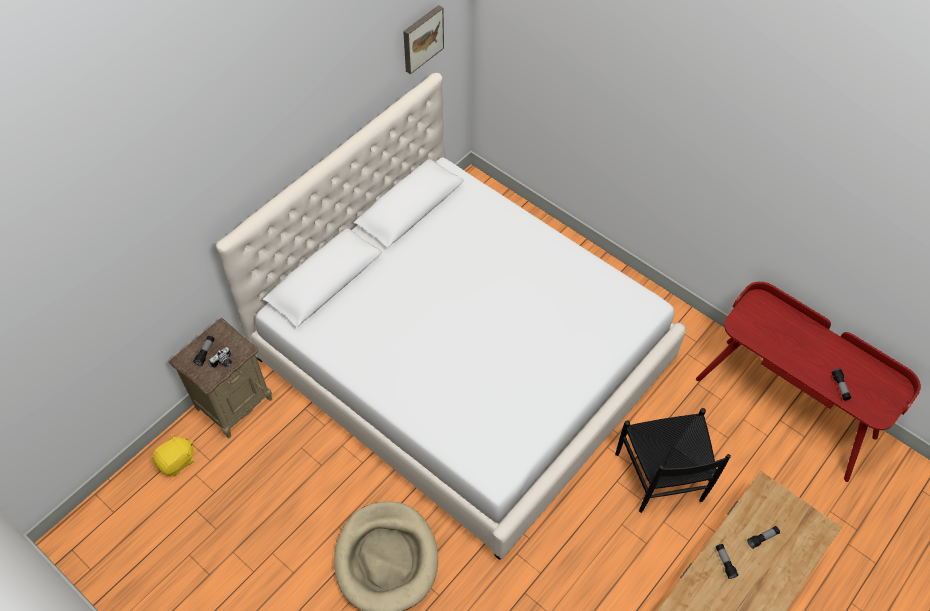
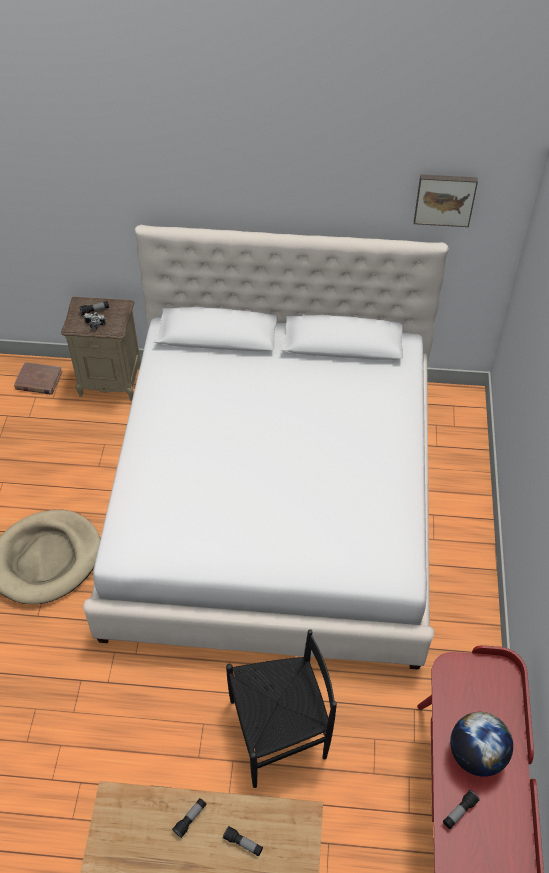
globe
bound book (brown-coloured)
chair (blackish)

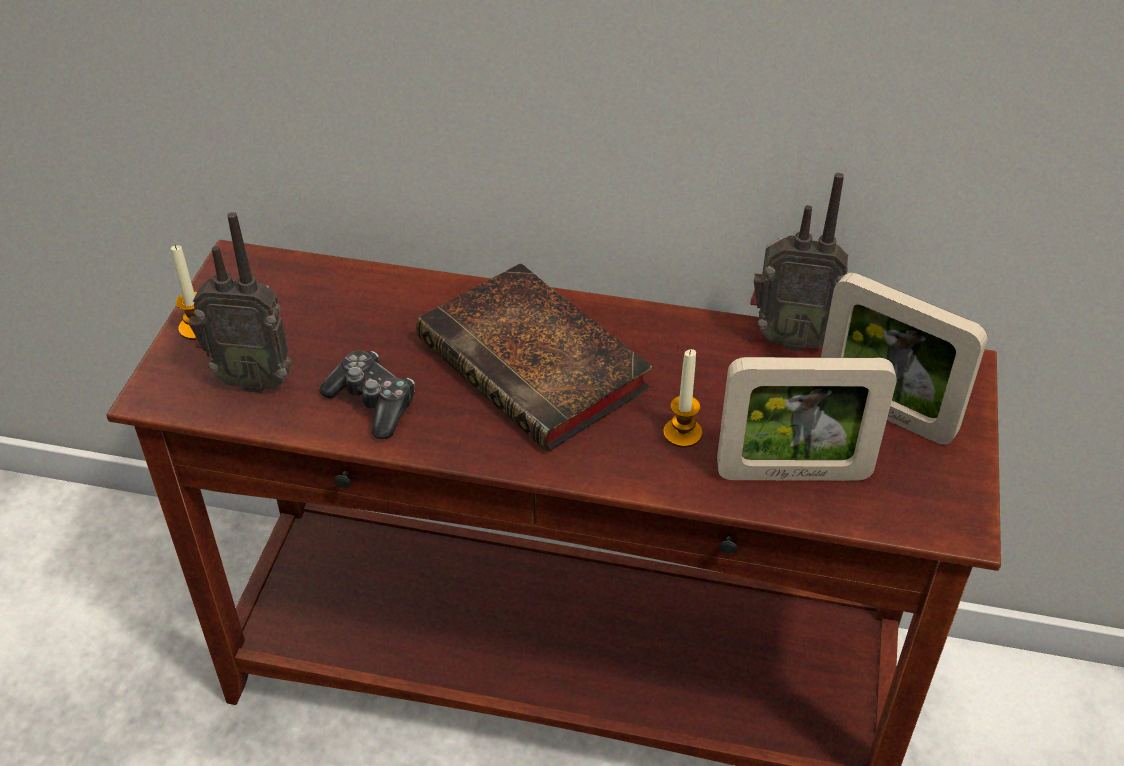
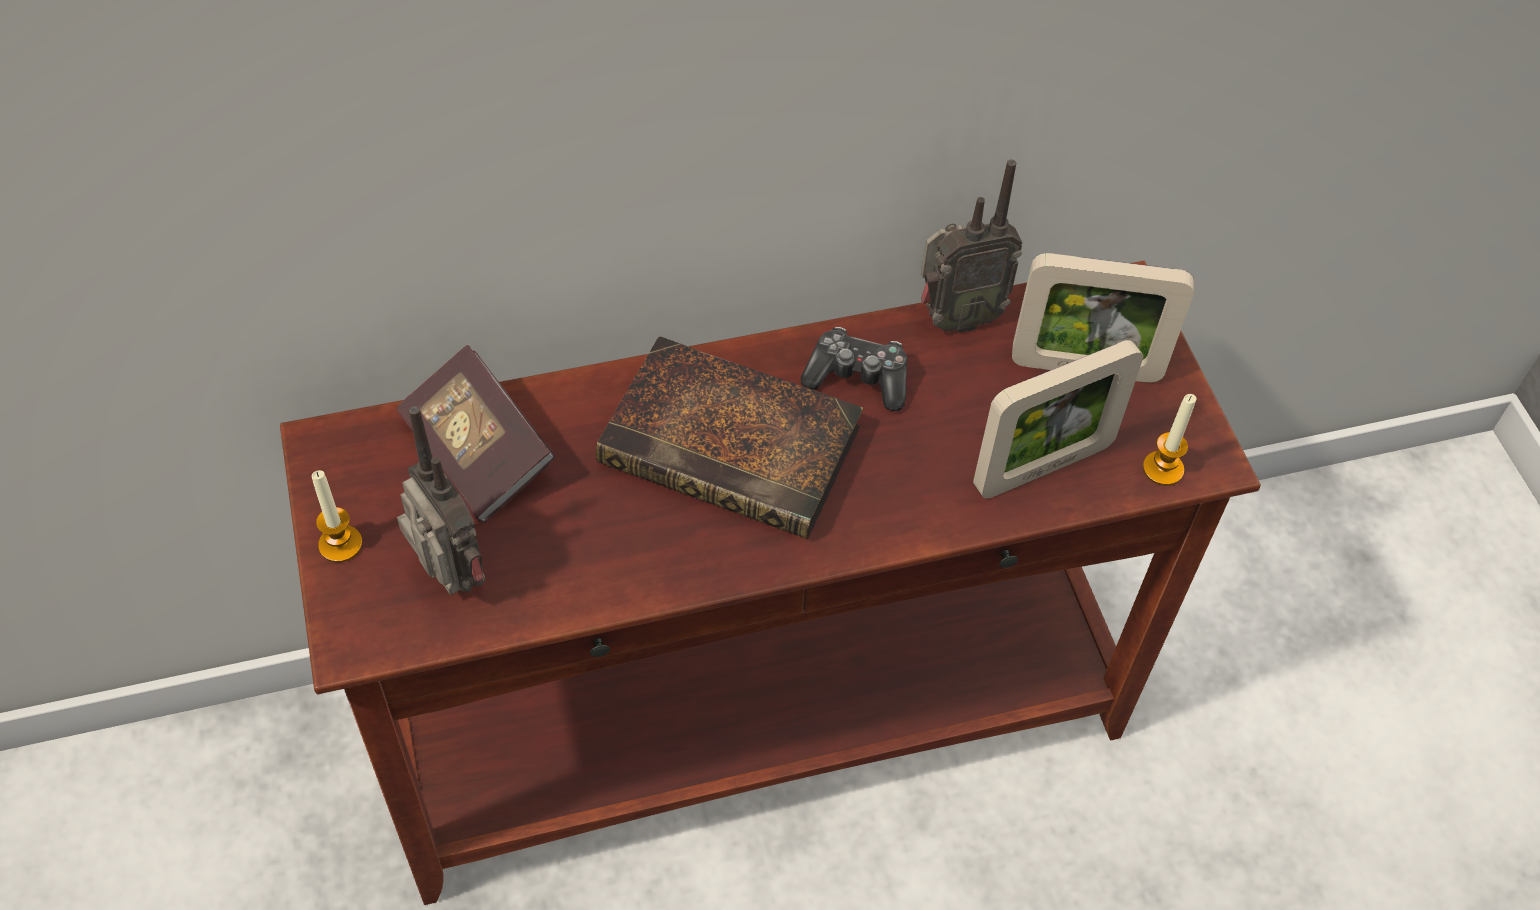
bound book (no. 1 from left)
gamepad
wax candle (no. 2 from left)
radio (no. 1 from left)

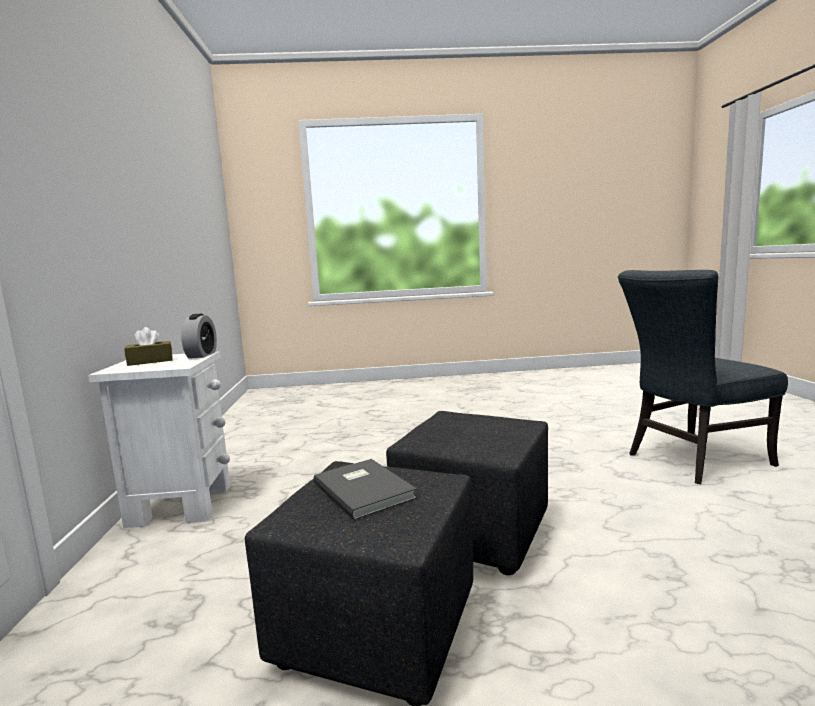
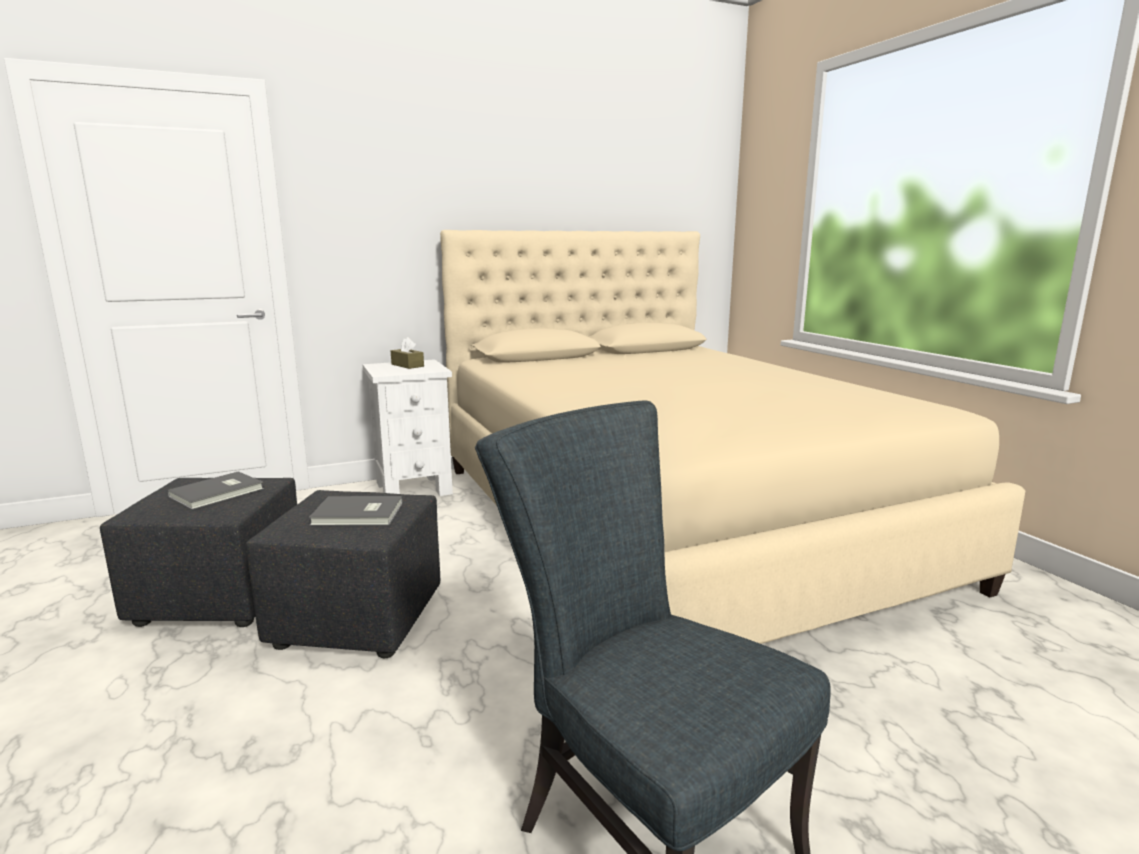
bedside clock
bound book (gray) (no. 2 from left)
bed (beige-coloured)

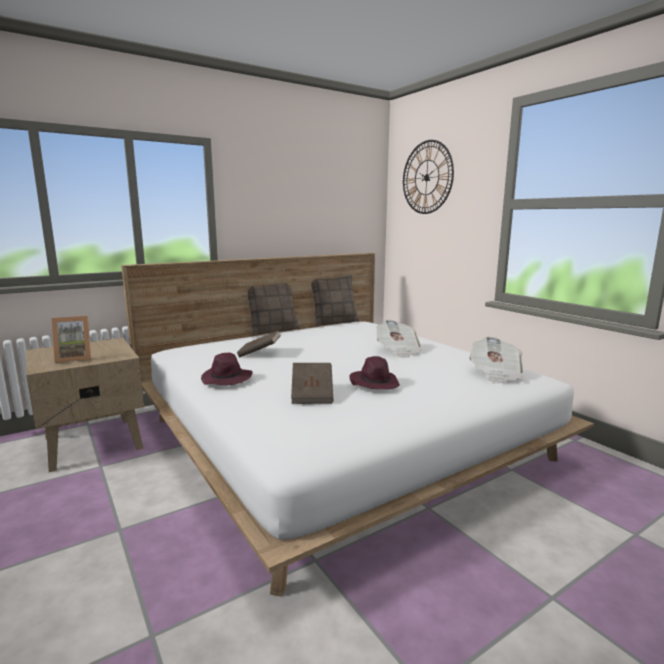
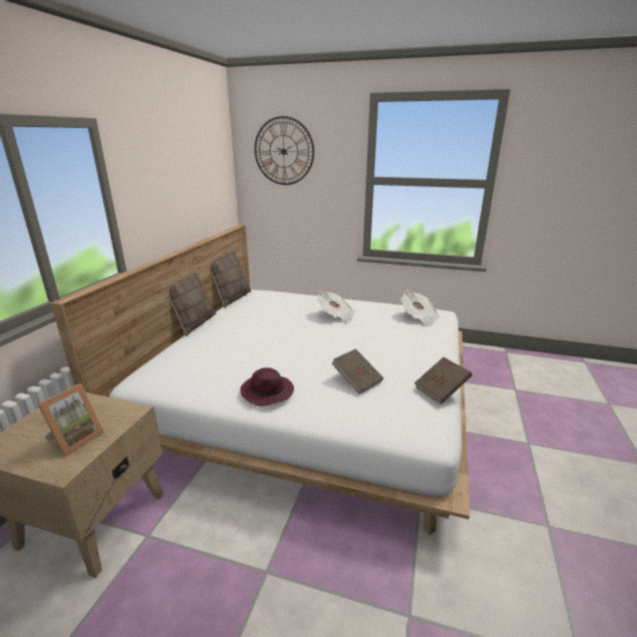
hat (purplish) (no. 2 from left in the first image)
bound book (brown-coloured) (no. 2 from left)

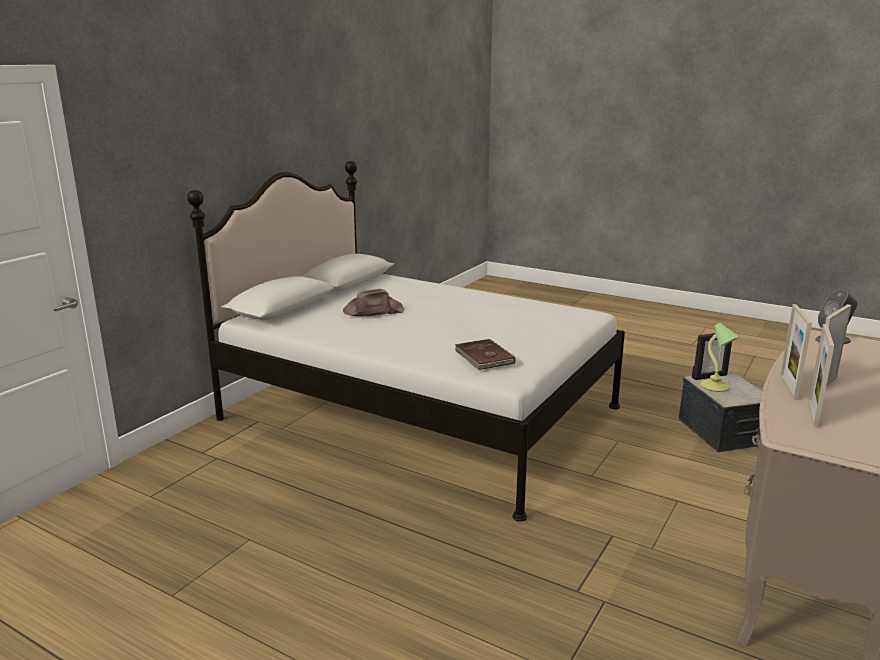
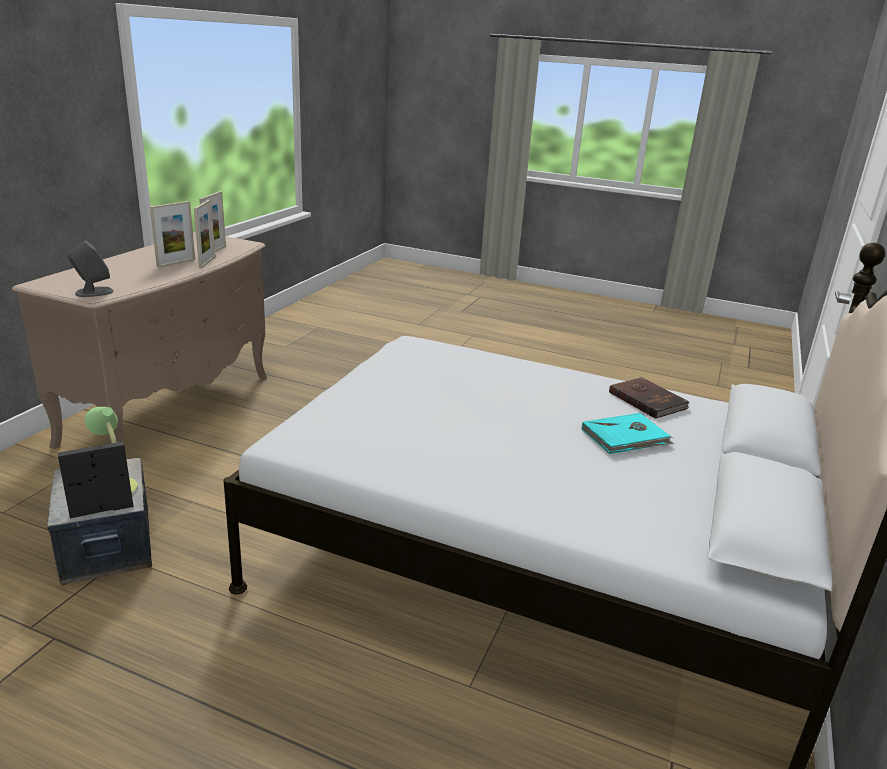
bound book (brown-coloured)
bound book (turquoise)

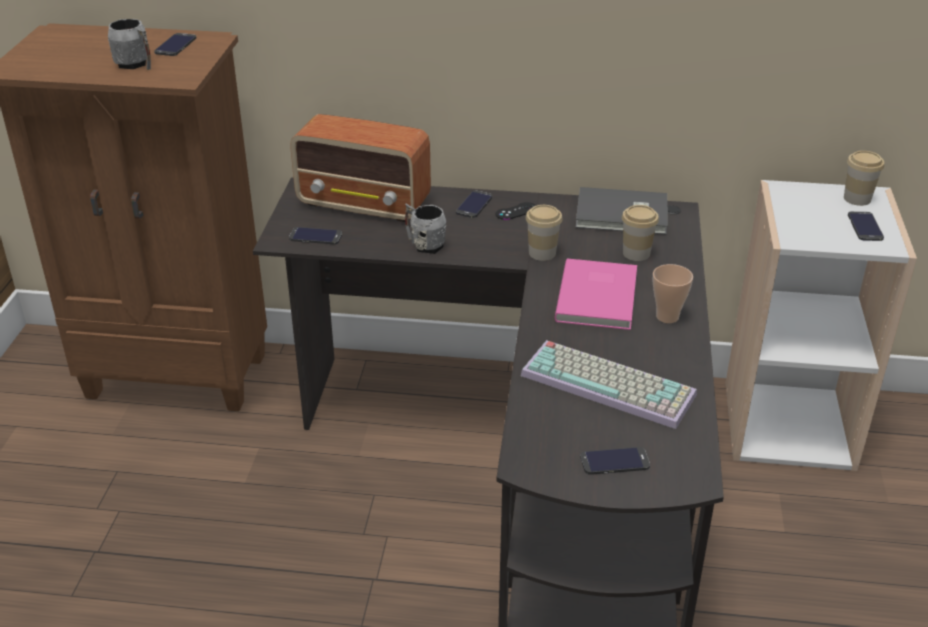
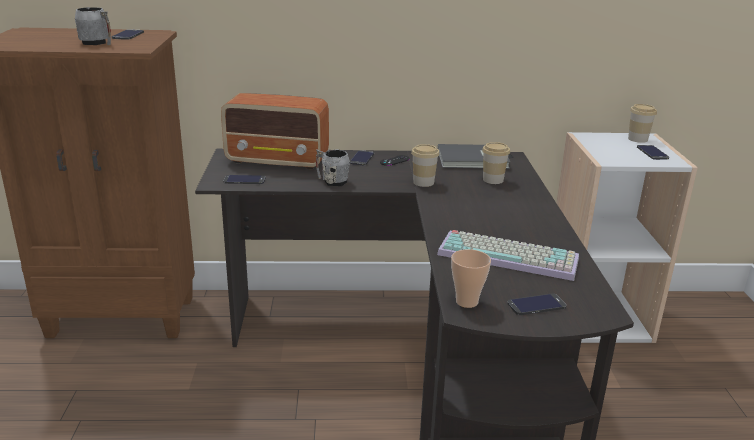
bound book (pinkish)
small cup (no. 2 from left)

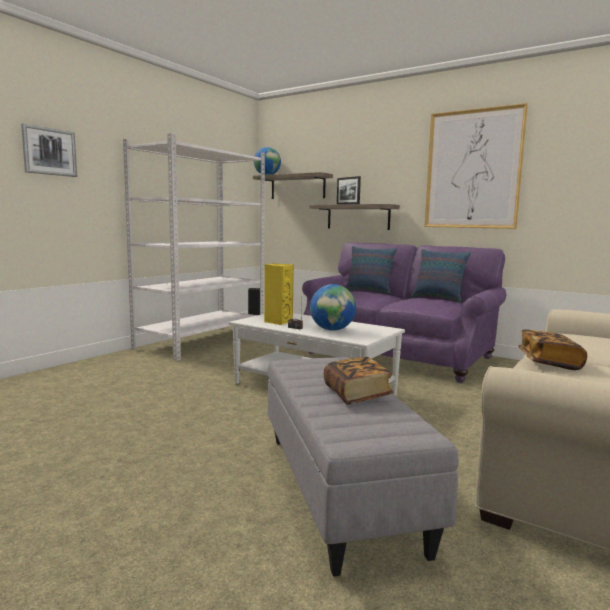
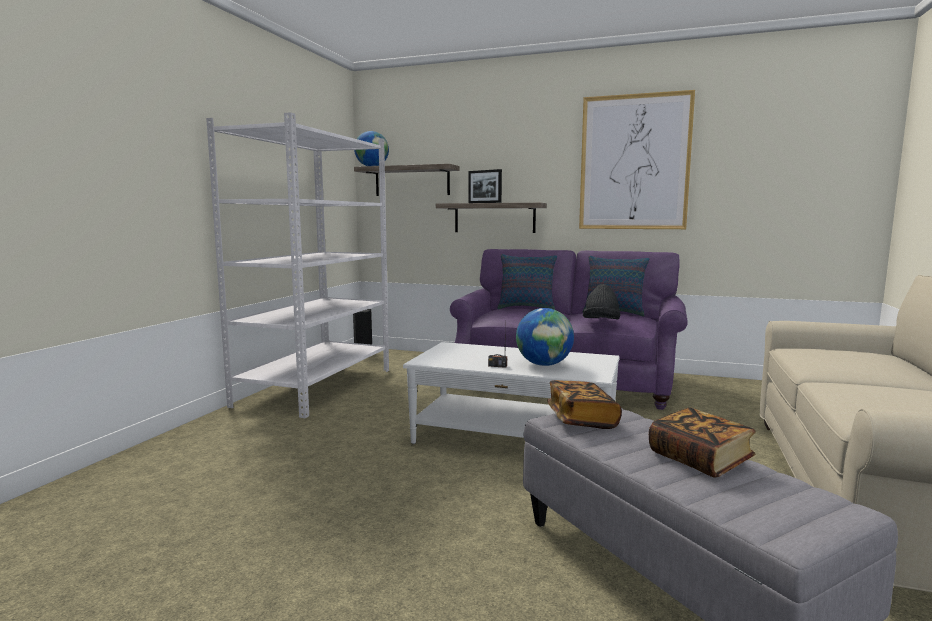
wall art (no. 1 from left in the first image)
loudspeaker (yellow-coloured)
hat (blackish)
bound book (no. 1 from left)

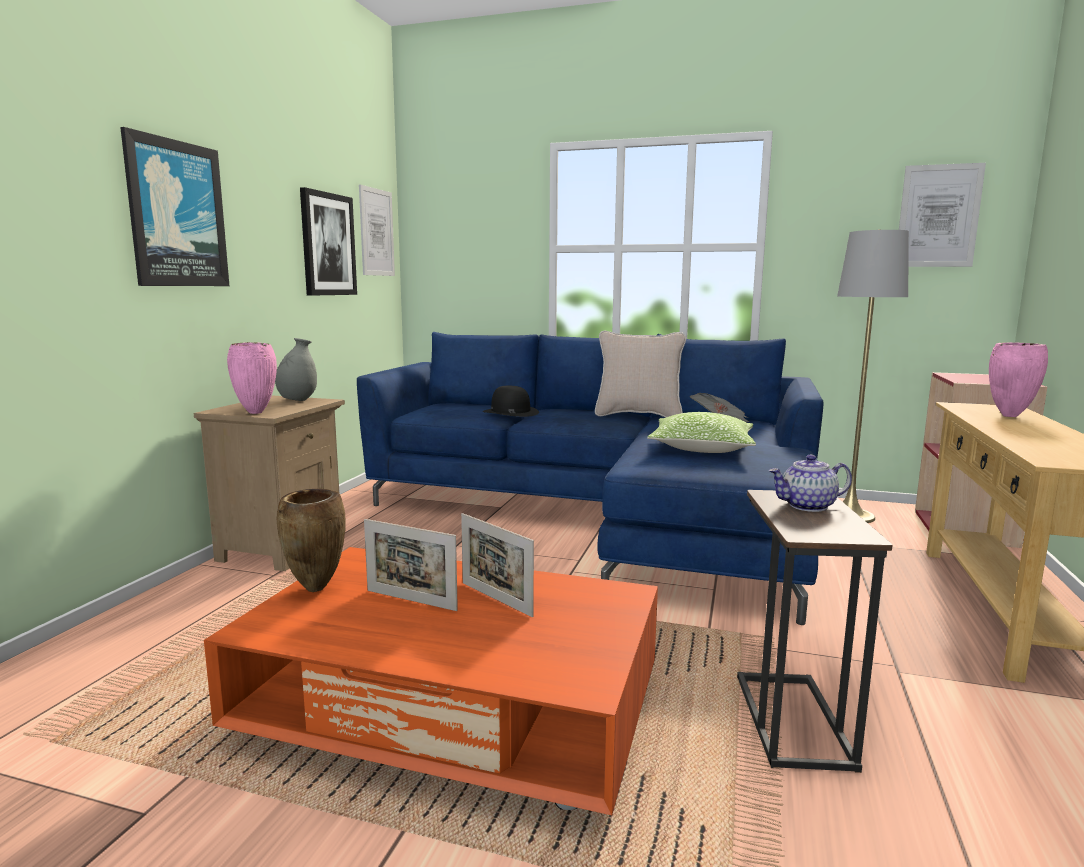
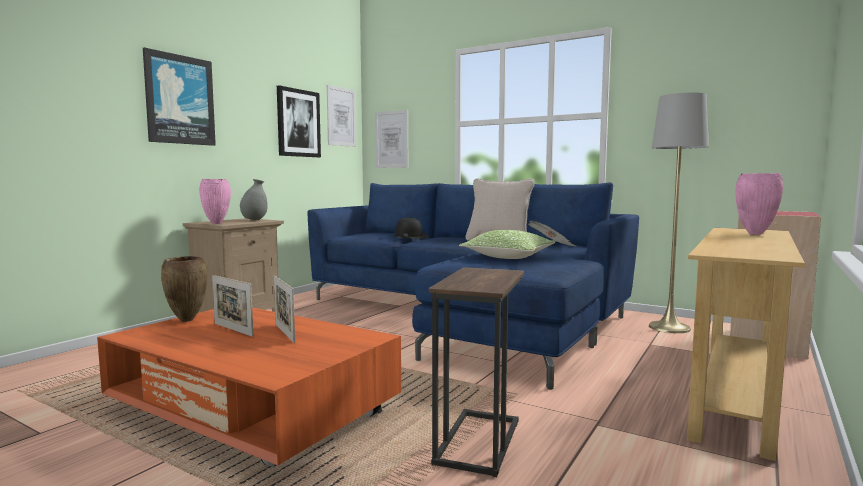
teapot
wall art (no. 4 from left)

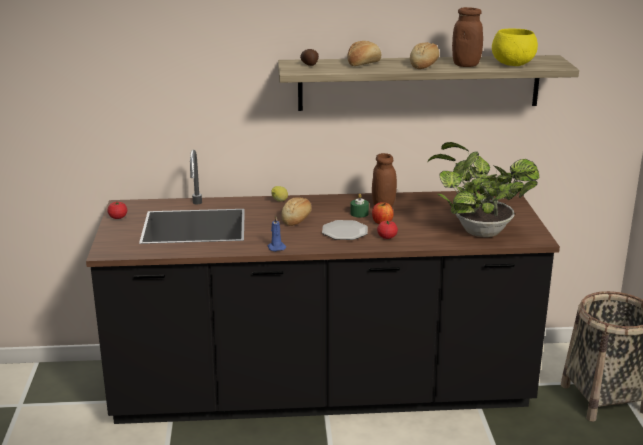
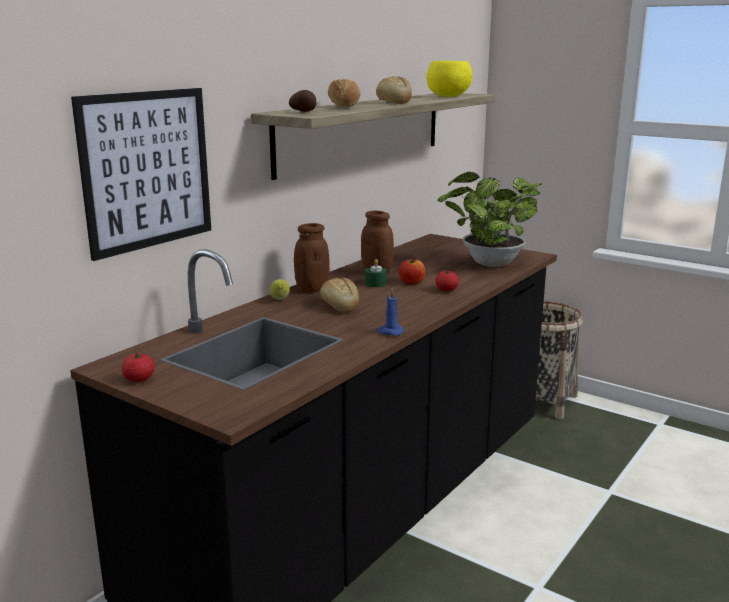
plate
wall art
jar (brown-coloured) (no. 1 from left)

